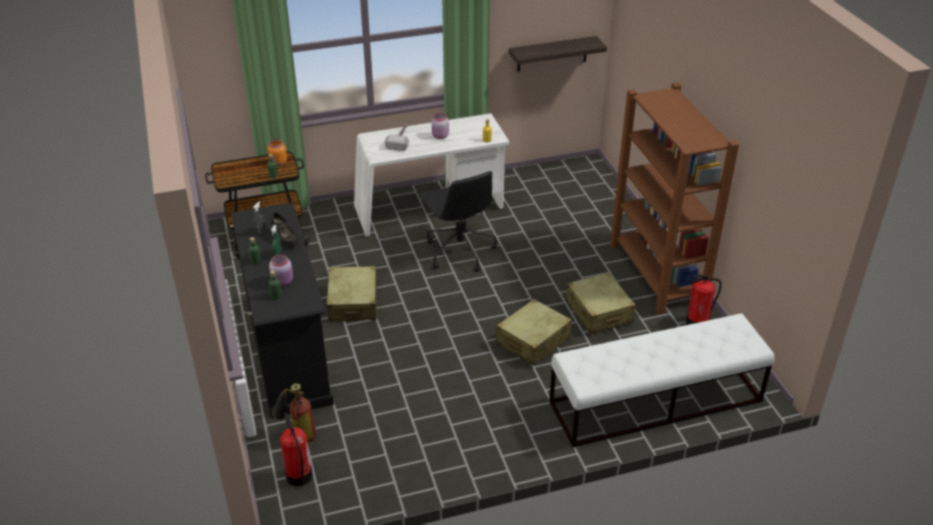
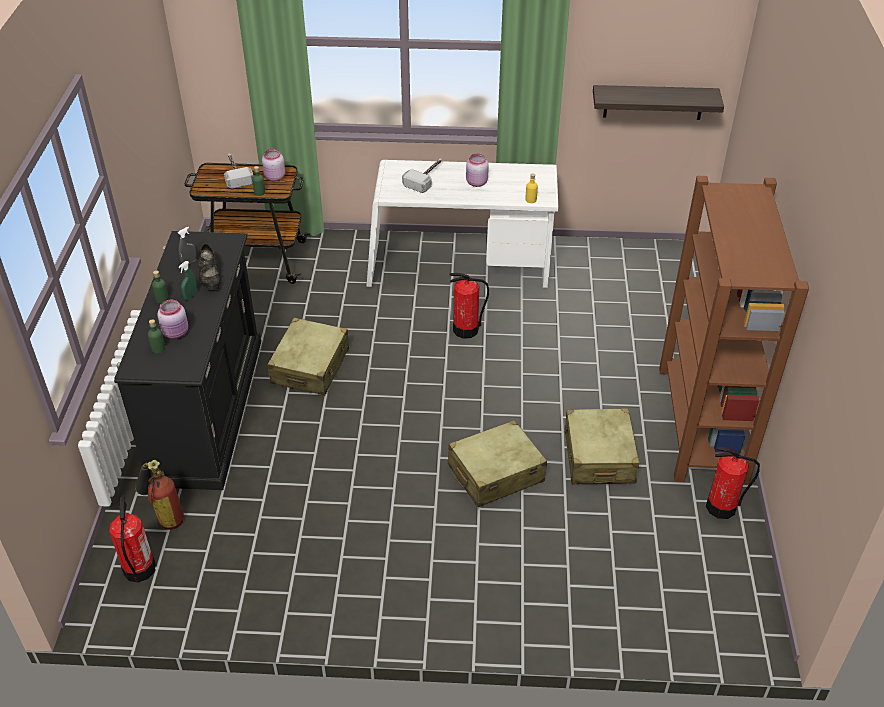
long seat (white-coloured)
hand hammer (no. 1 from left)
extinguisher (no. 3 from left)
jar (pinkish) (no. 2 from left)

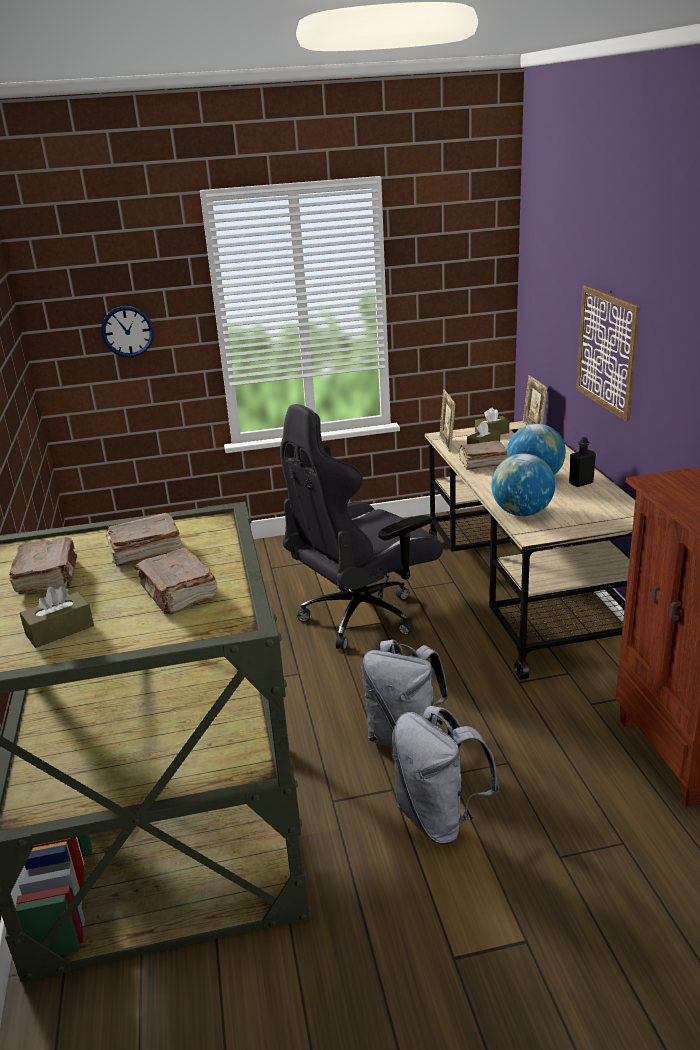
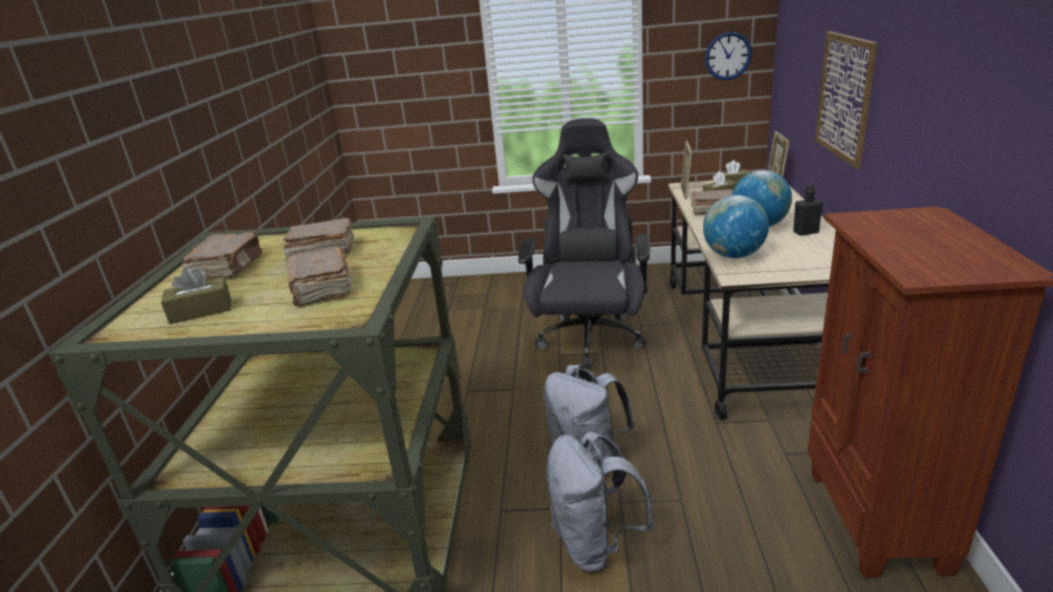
clock on the wall
desk chair (blackish)

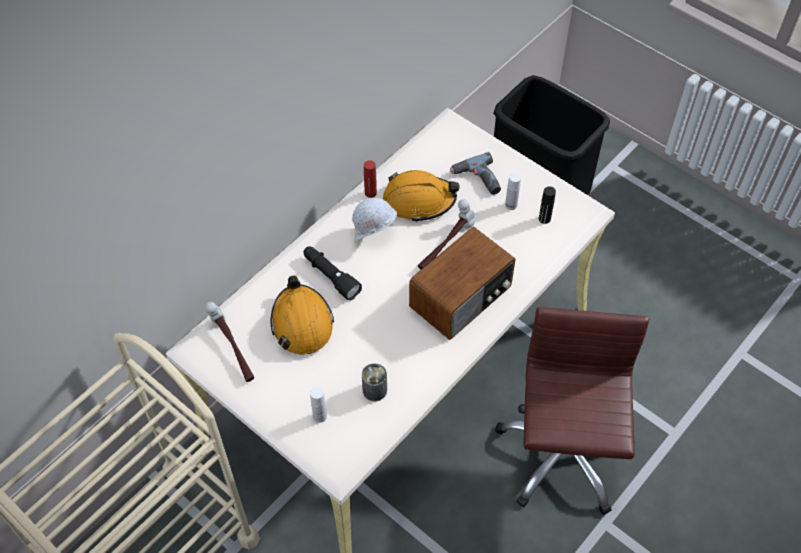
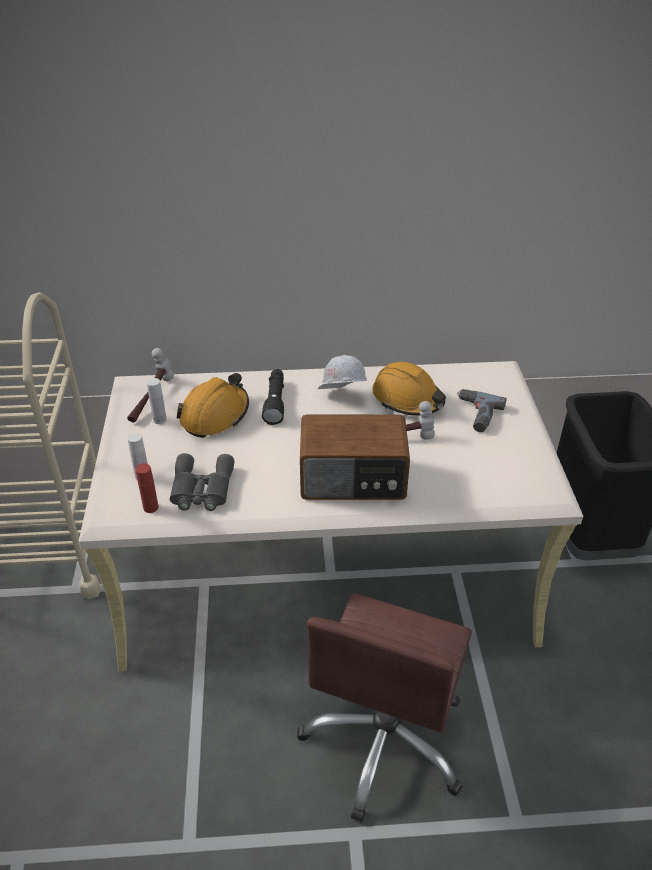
drink bottle (blackish)
drink bottle (reddish)
drink bottle (white-coloured) (no. 2 from left)
pair of binoculars (gray)
desk chair (brown-coloured)

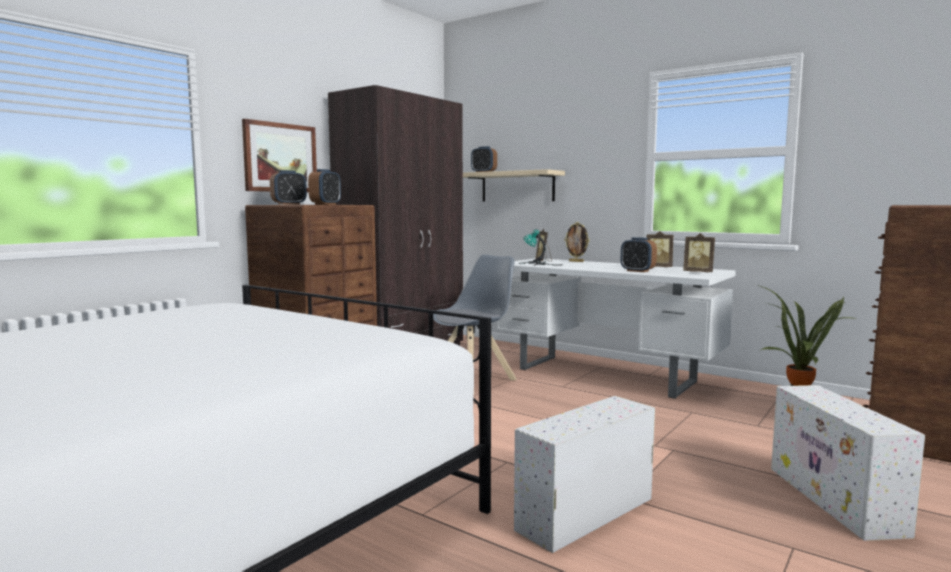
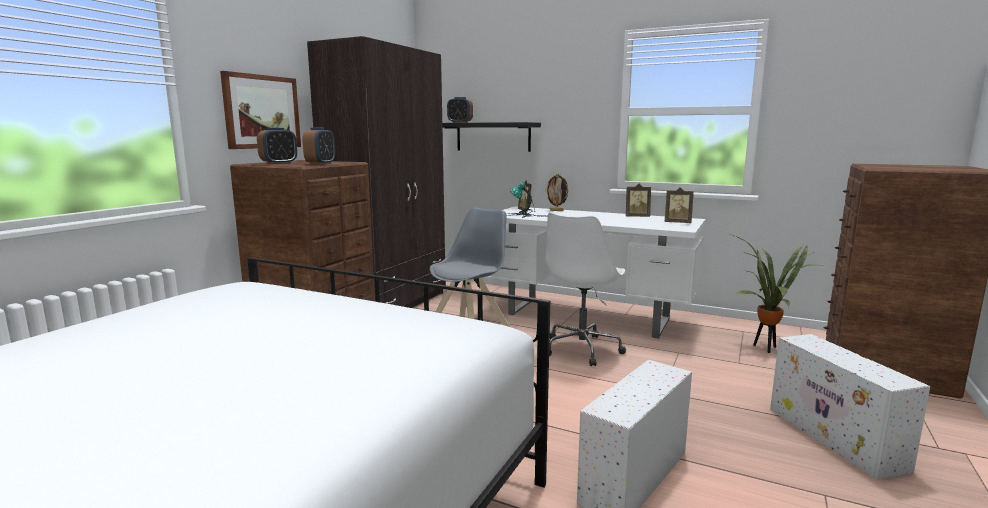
bedside clock (no. 4 from left in the first image)
desk chair (white-coloured)
shelf (blackish)

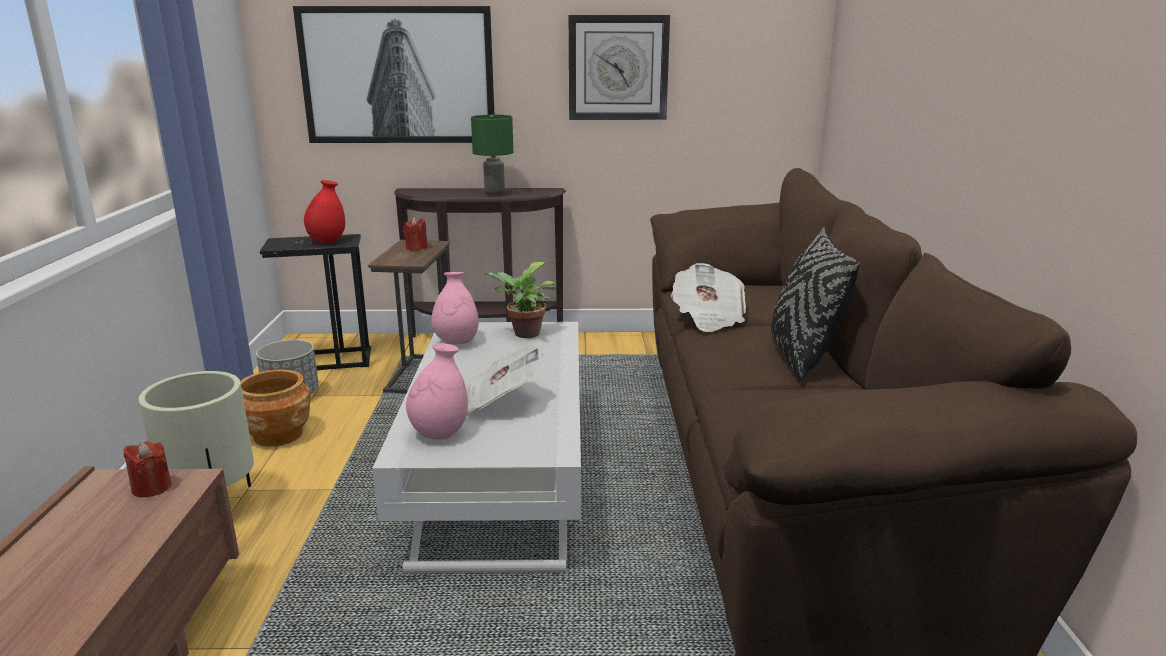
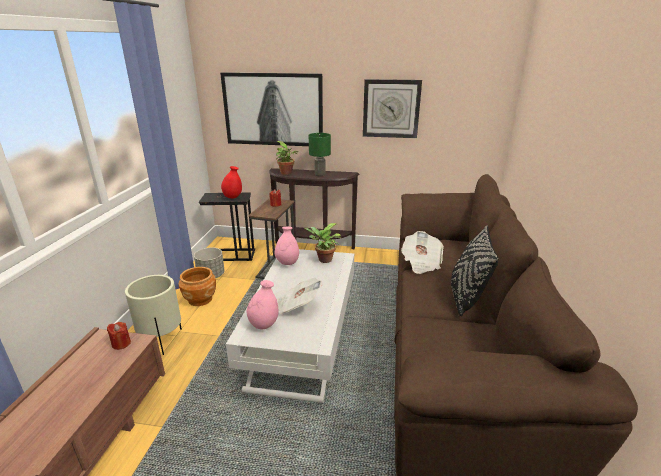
potted plant (no. 1 from left)

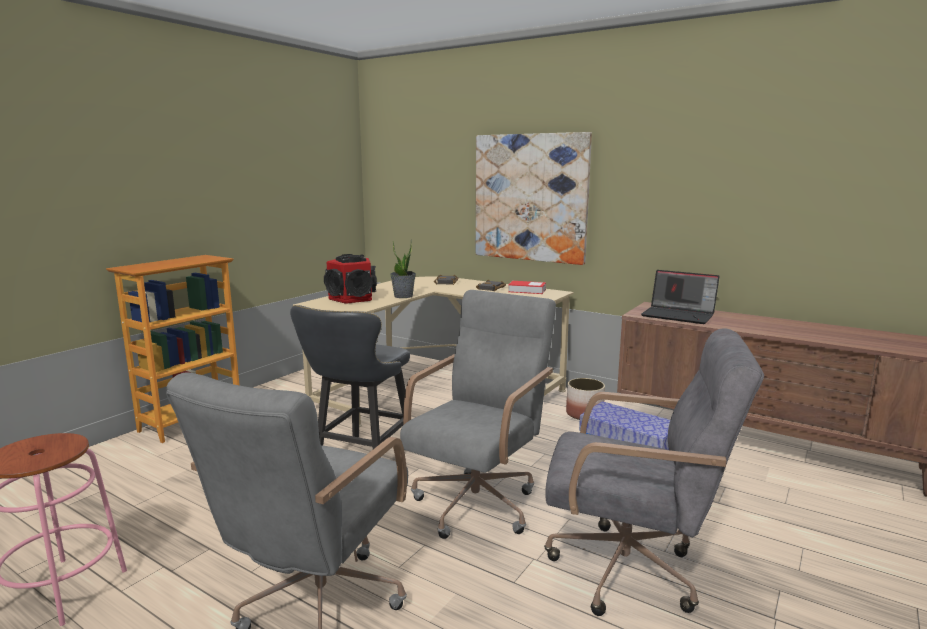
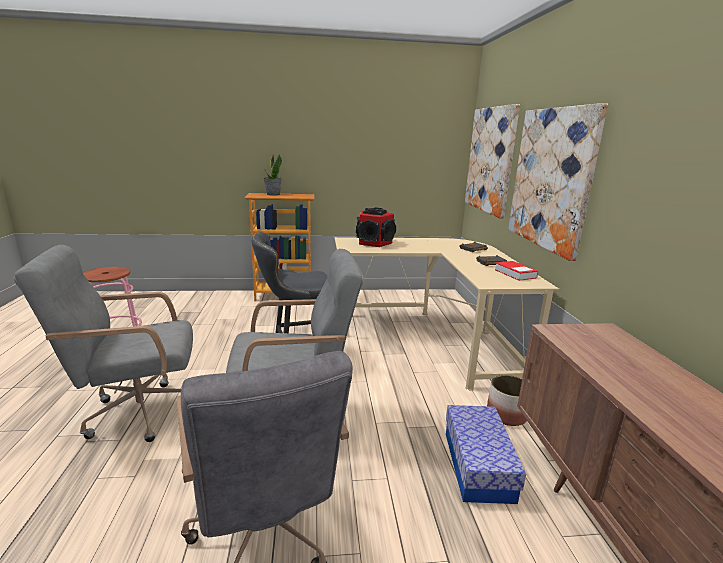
portable computer
wall art (no. 1 from left)
potted plant

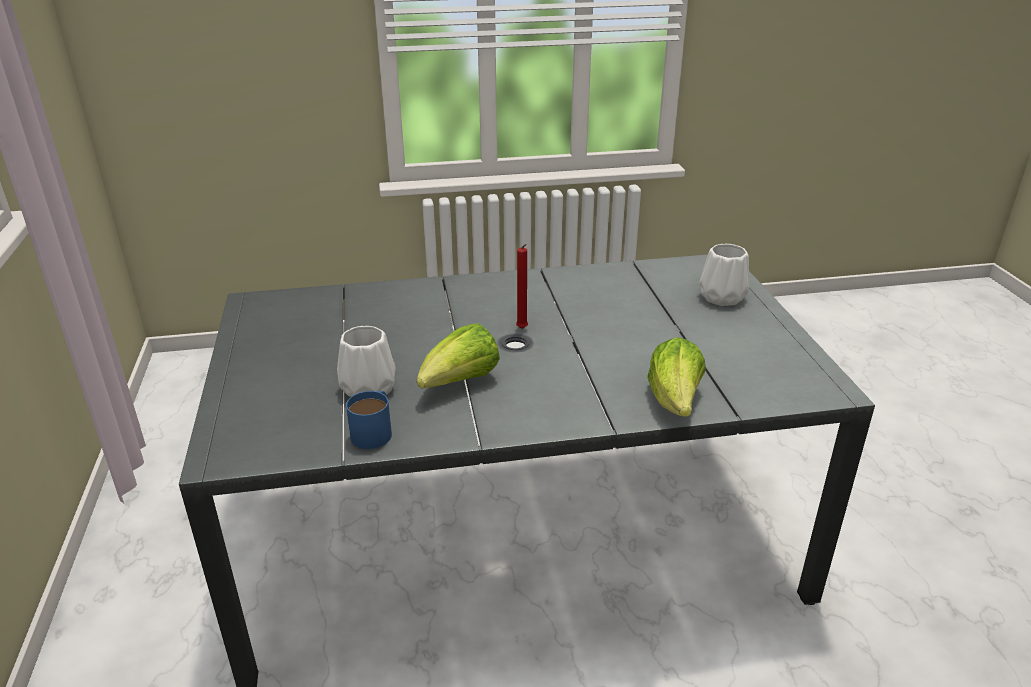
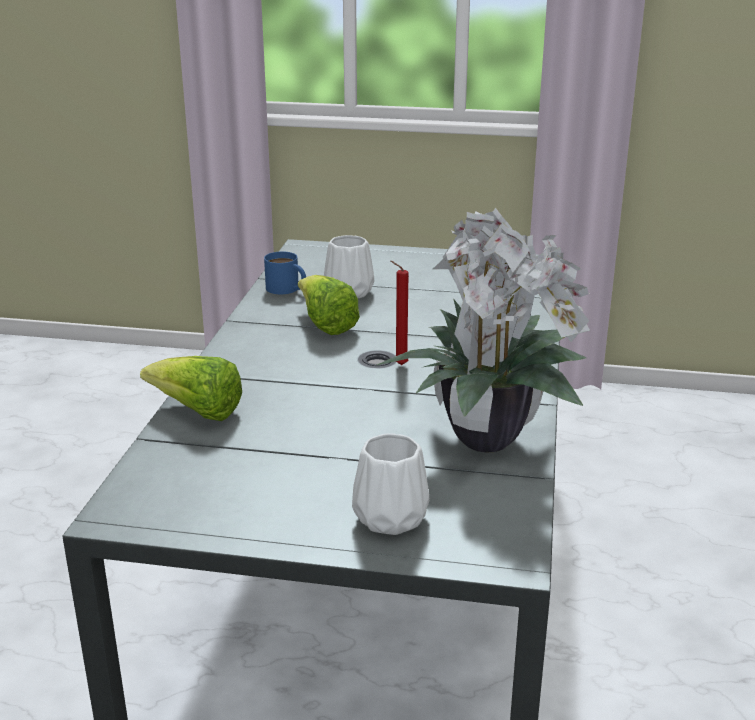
potted plant

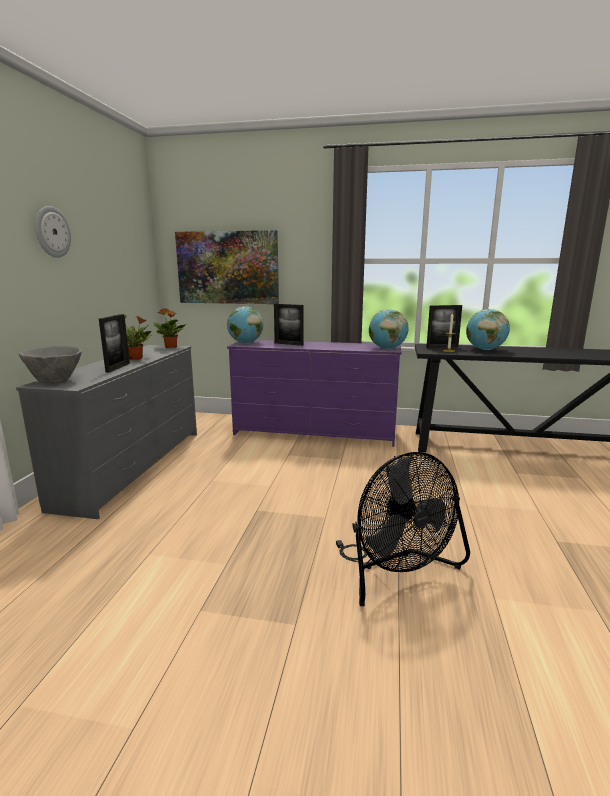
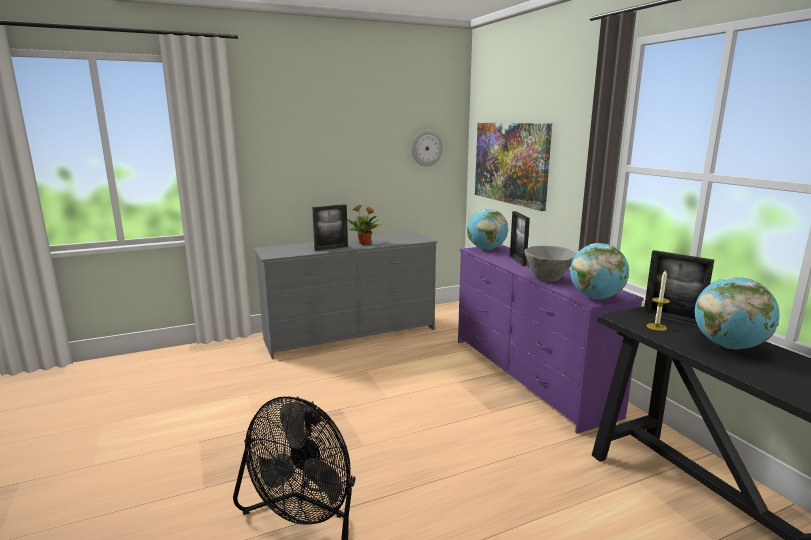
potted plant (no. 2 from left in the first image)
deep dish (gray)
clock on the wall

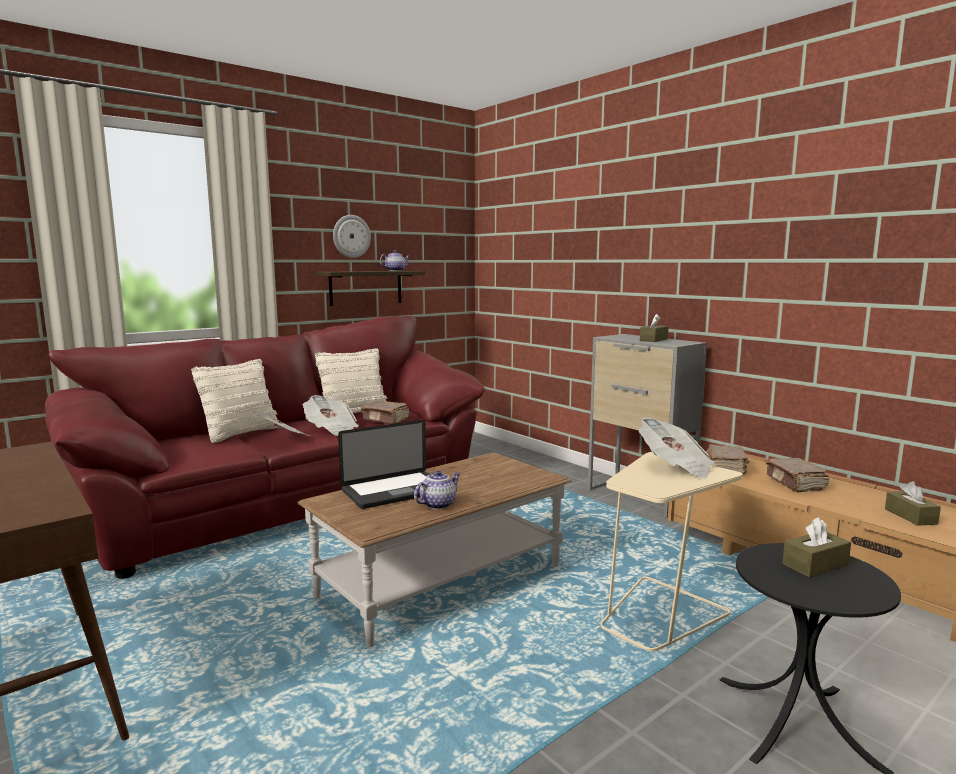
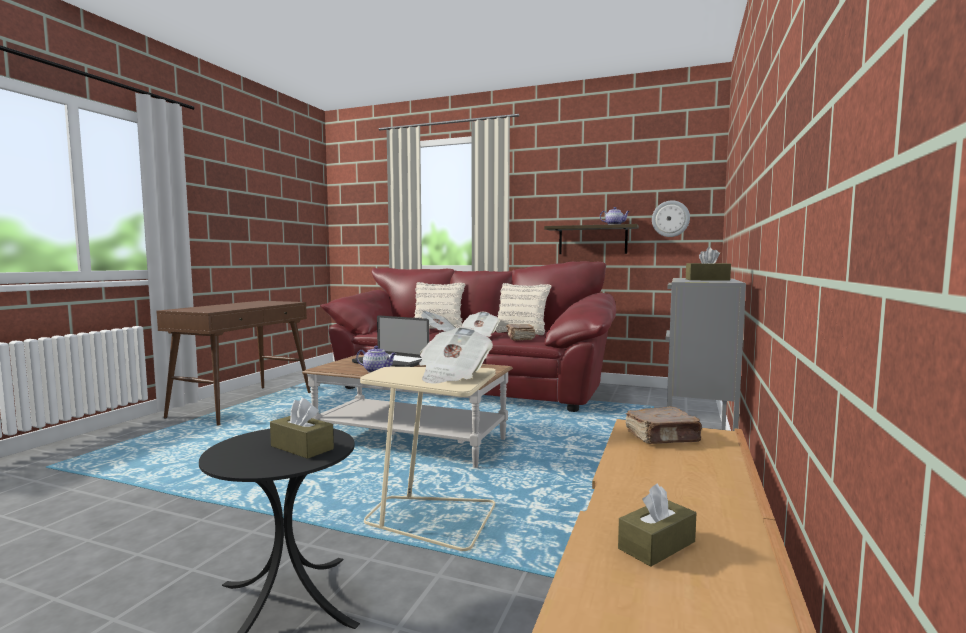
bound book (brown-coloured) (no. 3 from left in the first image)
clock on the wall

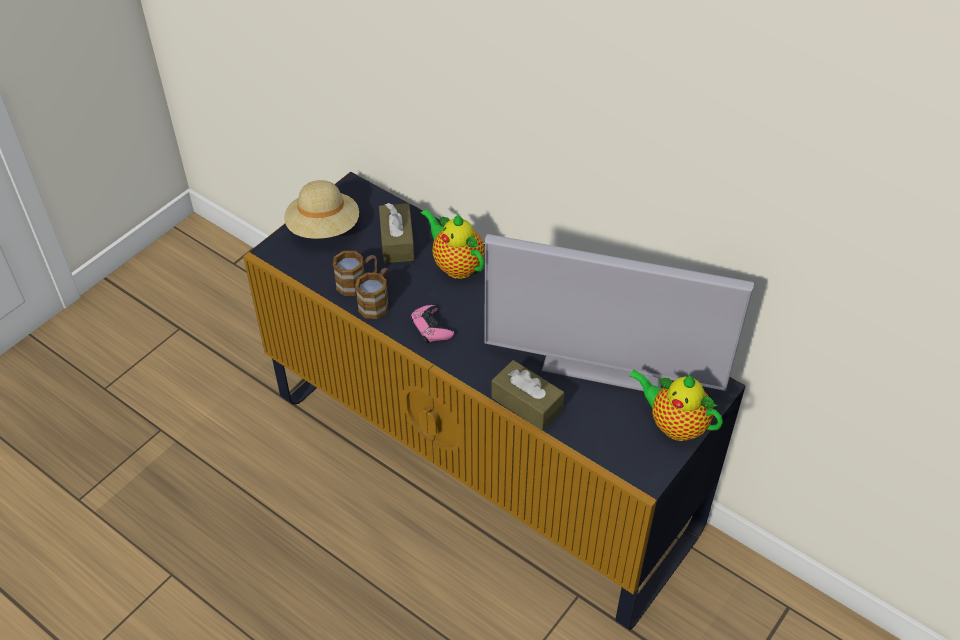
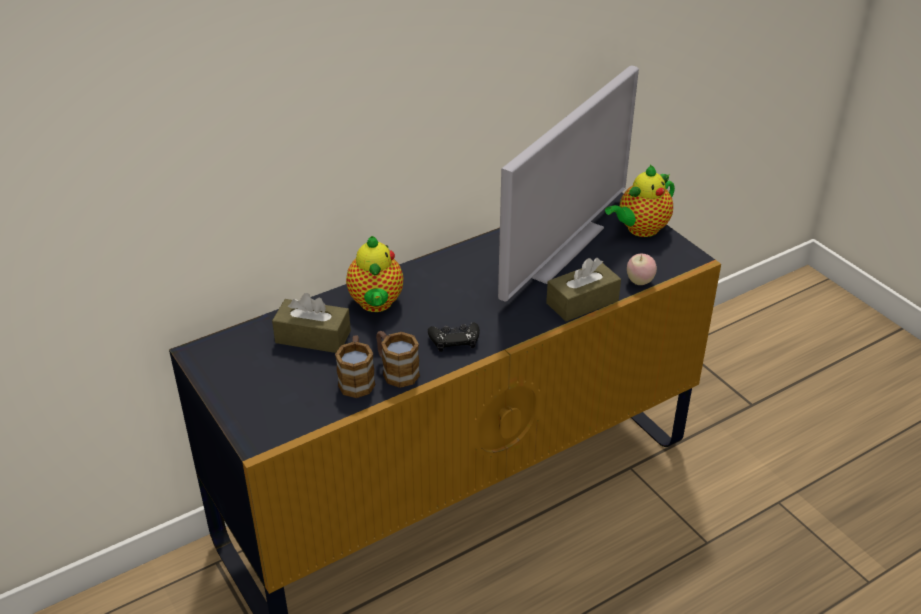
hat (beige-coloured)
apple
gamepad (blackish)
teapot (no. 1 from left)

